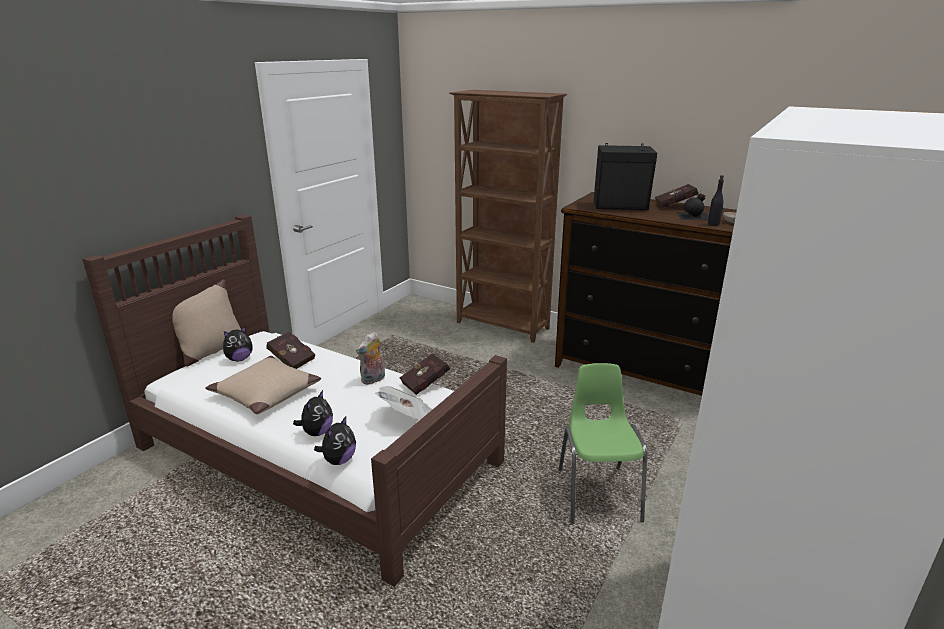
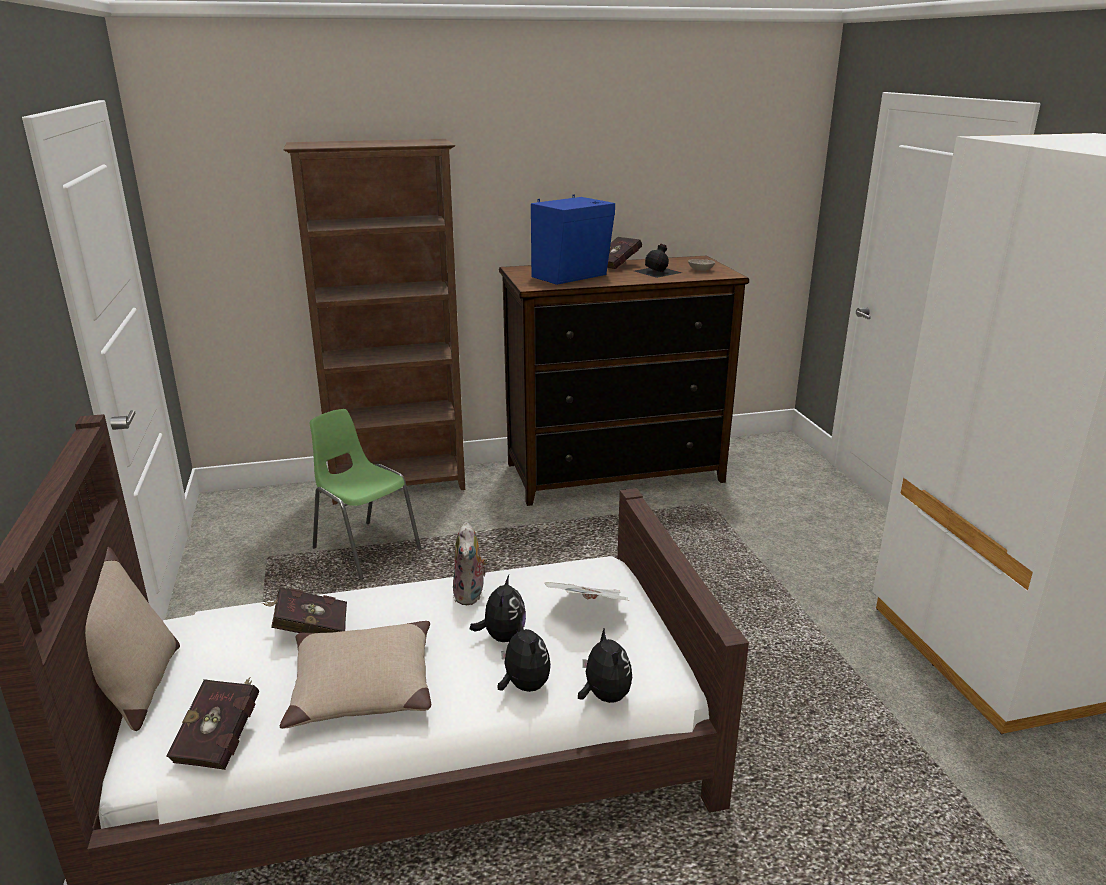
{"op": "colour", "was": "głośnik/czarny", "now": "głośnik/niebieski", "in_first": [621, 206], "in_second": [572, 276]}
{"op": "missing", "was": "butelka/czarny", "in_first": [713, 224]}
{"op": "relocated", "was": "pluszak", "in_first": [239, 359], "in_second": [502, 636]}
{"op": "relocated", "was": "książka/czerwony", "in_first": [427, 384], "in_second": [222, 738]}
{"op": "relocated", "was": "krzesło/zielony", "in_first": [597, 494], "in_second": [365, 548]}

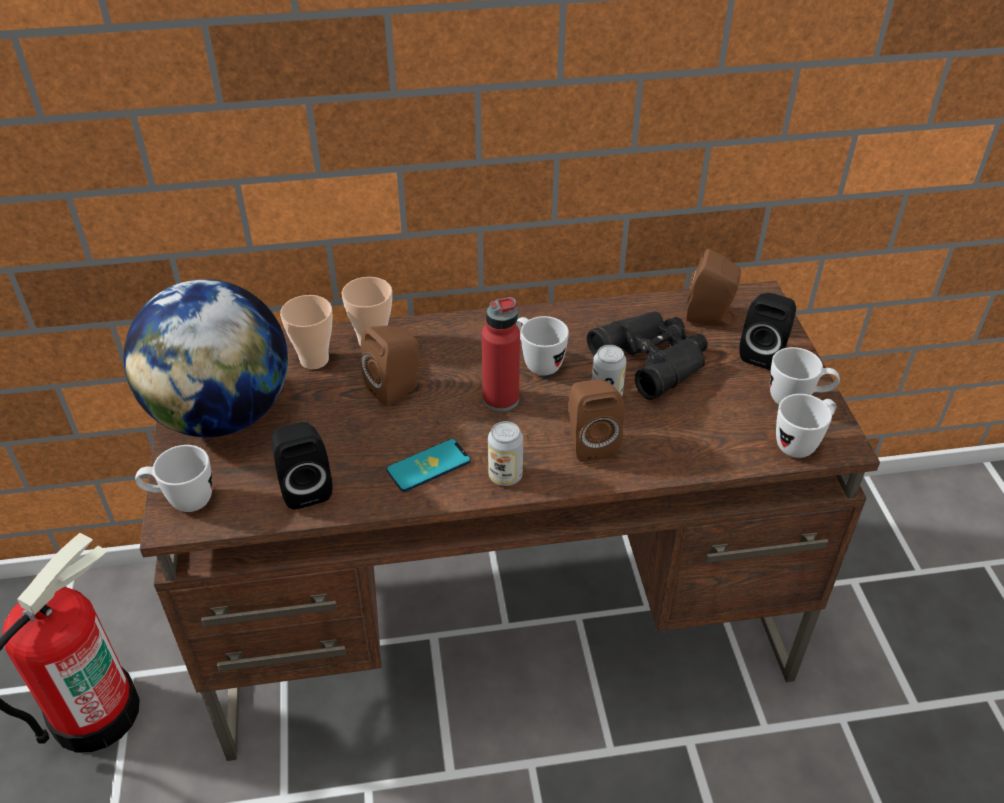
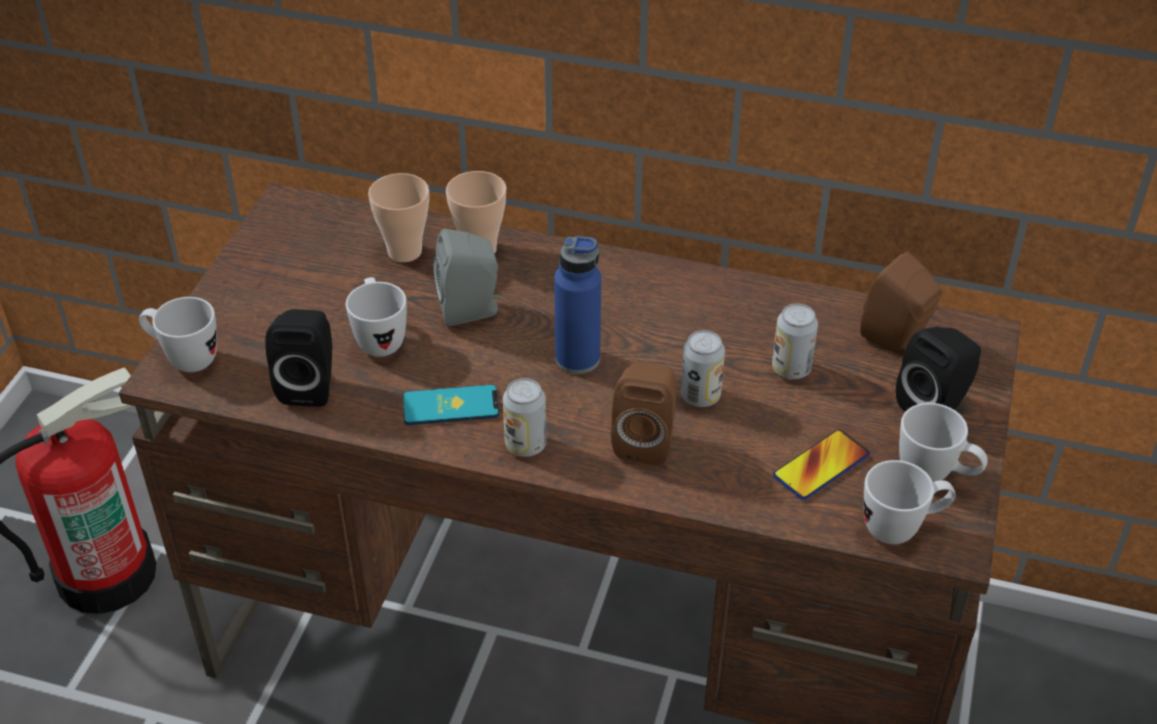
{"op": "missing", "was": "globus", "in_first": [222, 414]}
{"op": "colour", "was": "butelka/czerwony", "now": "butelka/niebieski", "in_first": [500, 399], "in_second": [577, 359]}
{"op": "exchanged", "was": "lornetka/czarny", "now": "puszka", "in_first": [654, 358], "in_second": [791, 369]}
{"op": "relocated", "was": "kubek/biały", "in_first": [537, 362], "in_second": [379, 338]}
{"op": "colour", "was": "głośnik/brązowy", "now": "głośnik/szary", "in_first": [397, 388], "in_second": [471, 310]}
{"op": "appeared", "now": "telefon", "in_second": [821, 466]}

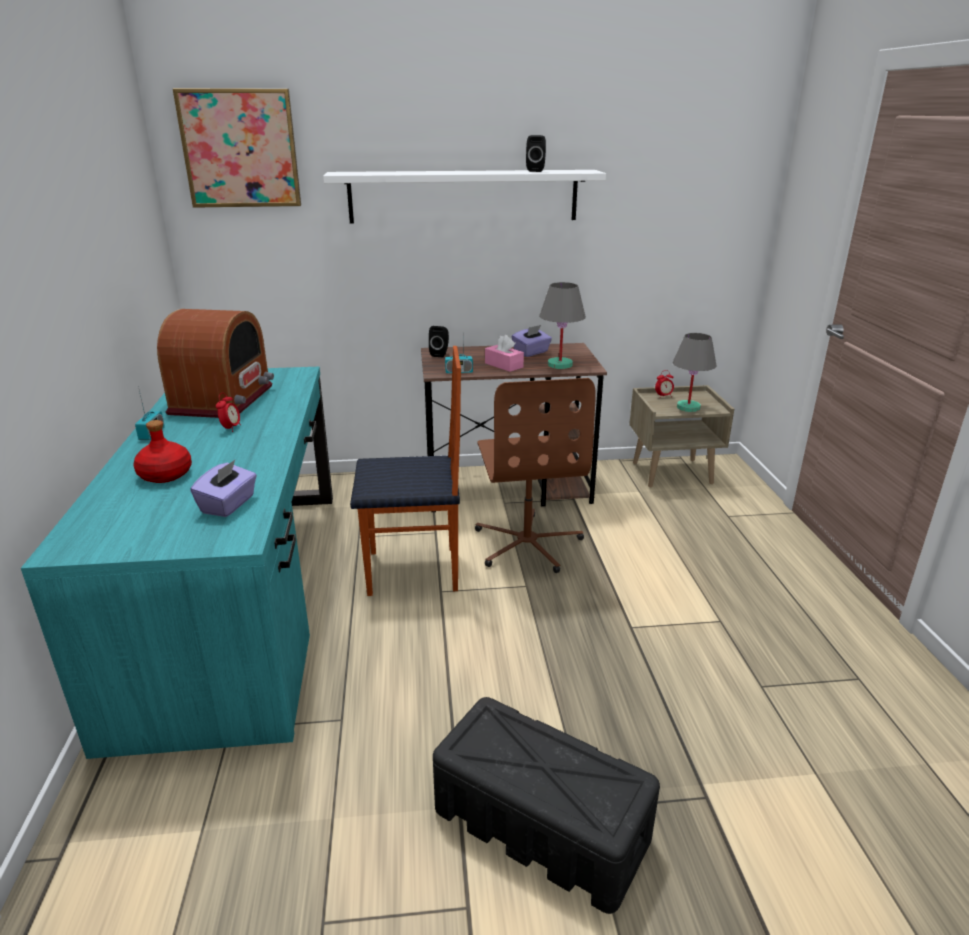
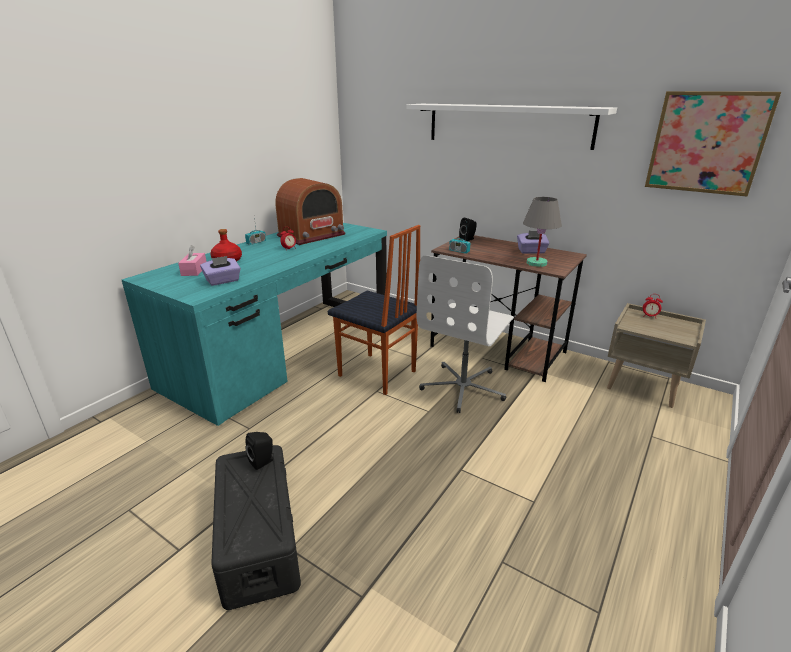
{"op": "relocated", "was": "obraz", "in_first": [240, 149], "in_second": [707, 143]}
{"op": "relocated", "was": "głośnik/czarny", "in_first": [536, 171], "in_second": [263, 461]}
{"op": "missing", "was": "lampa stołowa/szary", "in_first": [689, 407]}
{"op": "relocated", "was": "pudełko chusteczek/różowy", "in_first": [504, 365], "in_second": [194, 270]}
{"op": "colour", "was": "krzesło biurowe/brązowy", "now": "krzesło biurowe/biały", "in_first": [528, 543], "in_second": [463, 387]}

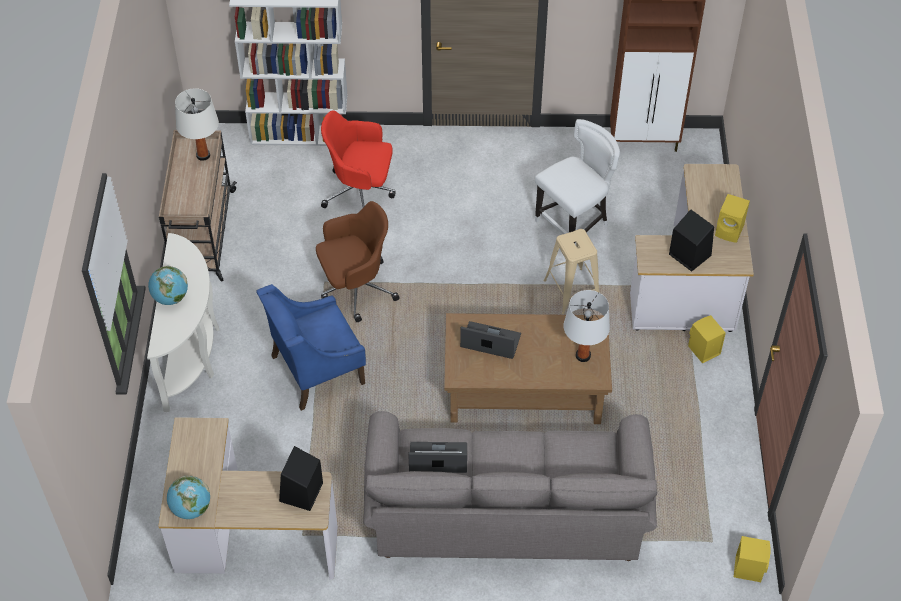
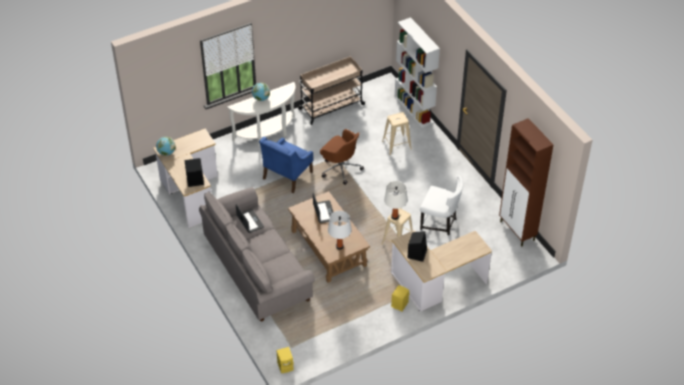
{"op": "relocated", "was": "lampa stołowa/biały", "in_first": [203, 155], "in_second": [394, 216]}
{"op": "exchanged", "was": "krzesło biurowe/czerwony", "now": "stołek/beżowy", "in_first": [361, 193], "in_second": [396, 145]}
{"op": "missing", "was": "głośnik/żółty", "in_first": [730, 231]}
{"op": "spun", "was": "fotel/niebieski", "in_first": [316, 370], "in_second": [287, 175], "clockwise": -90}

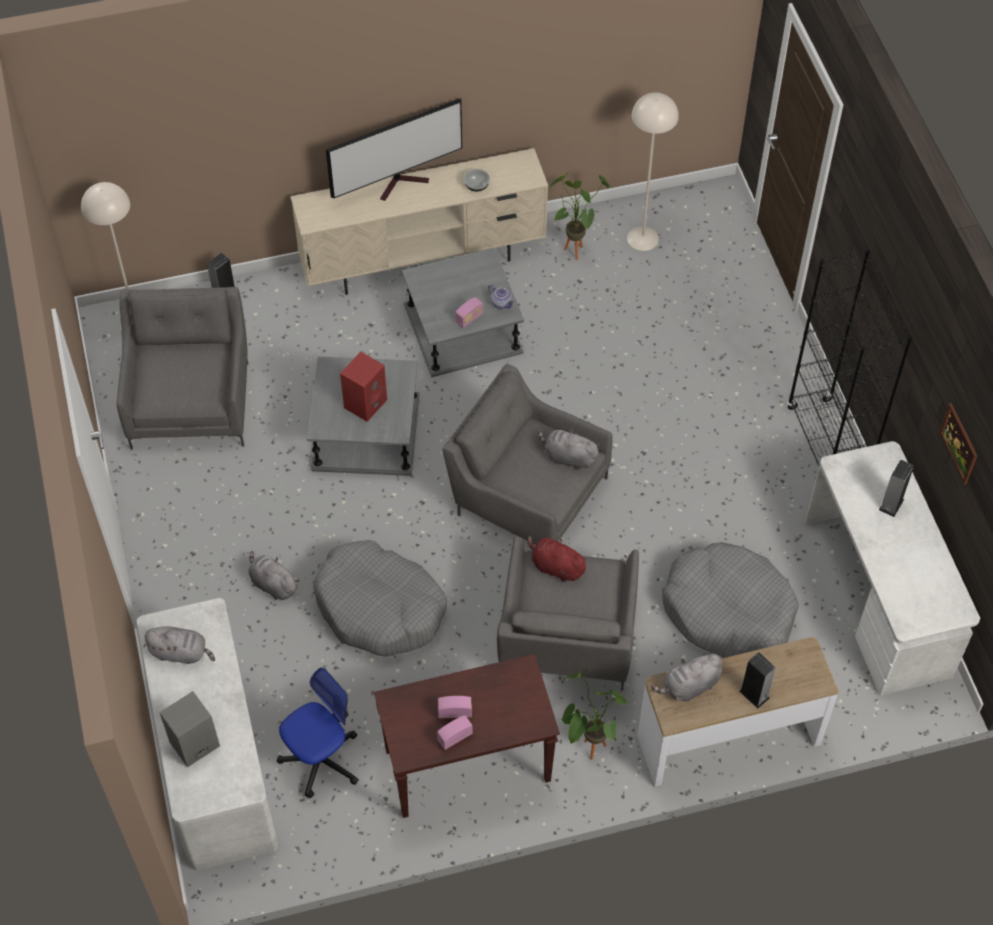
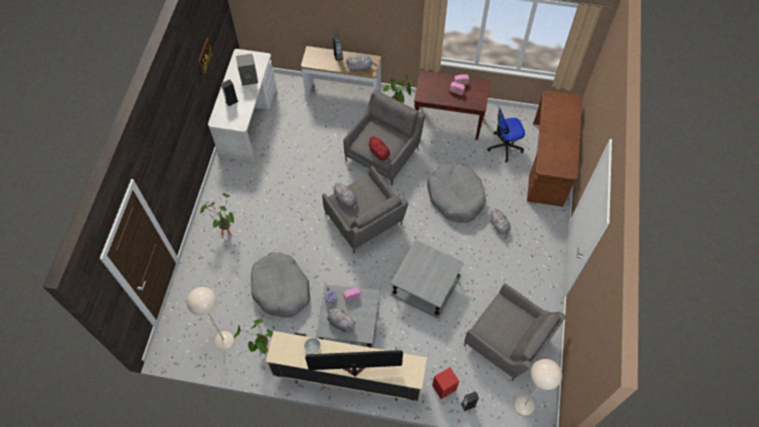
{"op": "missing", "was": "regał/czarny", "in_first": [827, 445]}
{"op": "spun", "was": "fotel/szary", "in_first": [191, 400], "in_second": [508, 341], "clockwise": -75}
{"op": "relocated", "was": "głośnik/czerwony", "in_first": [365, 403], "in_second": [444, 388]}
{"op": "relocated", "was": "legowisko/szary", "in_first": [728, 611], "in_second": [281, 289]}
{"op": "colour", "was": "biurko/biały", "now": "biurko/brązowy", "in_first": [214, 759], "in_second": [548, 163]}
{"op": "relocated", "was": "pluszak/szary", "in_first": [181, 652], "in_second": [340, 322]}
{"op": "relocated", "was": "głośnik/szary", "in_first": [194, 745], "in_second": [249, 78]}
{"op": "appeared", "now": "roślina doniczkowa", "in_second": [226, 230]}

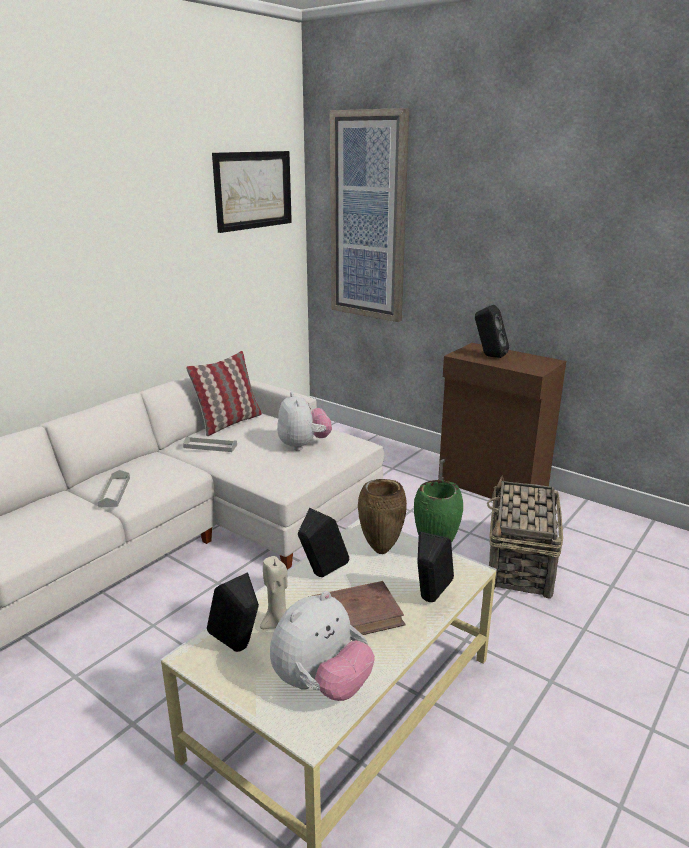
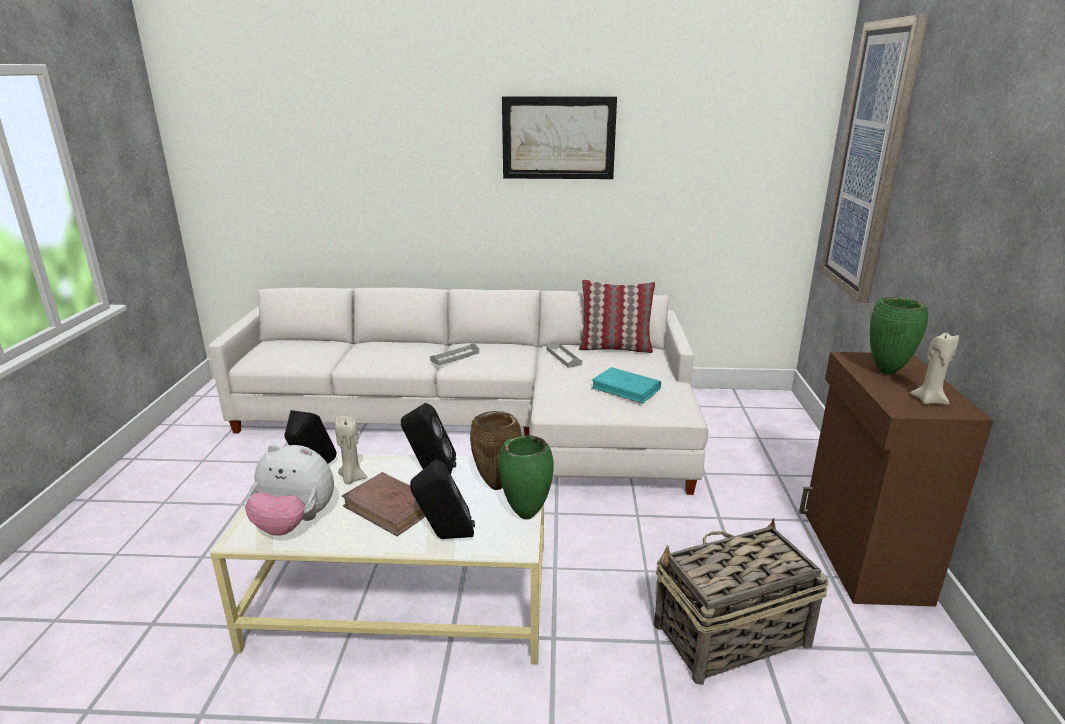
{"op": "relocated", "was": "obraz", "in_first": [253, 190], "in_second": [558, 138]}
{"op": "exchanged", "was": "głośnik/czarny", "now": "wazon/zielony", "in_first": [488, 356], "in_second": [887, 372]}
{"op": "exchanged", "was": "pluszak", "now": "książka/turkusowy", "in_first": [303, 445], "in_second": [626, 388]}
{"op": "appeared", "now": "świeca/beżowy", "in_second": [929, 400]}

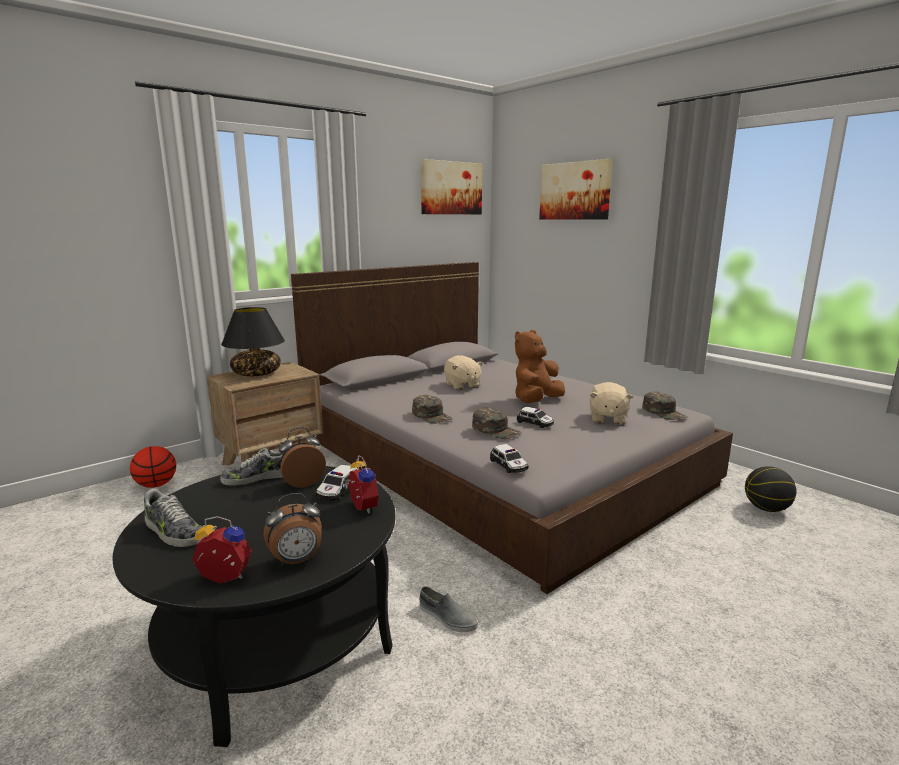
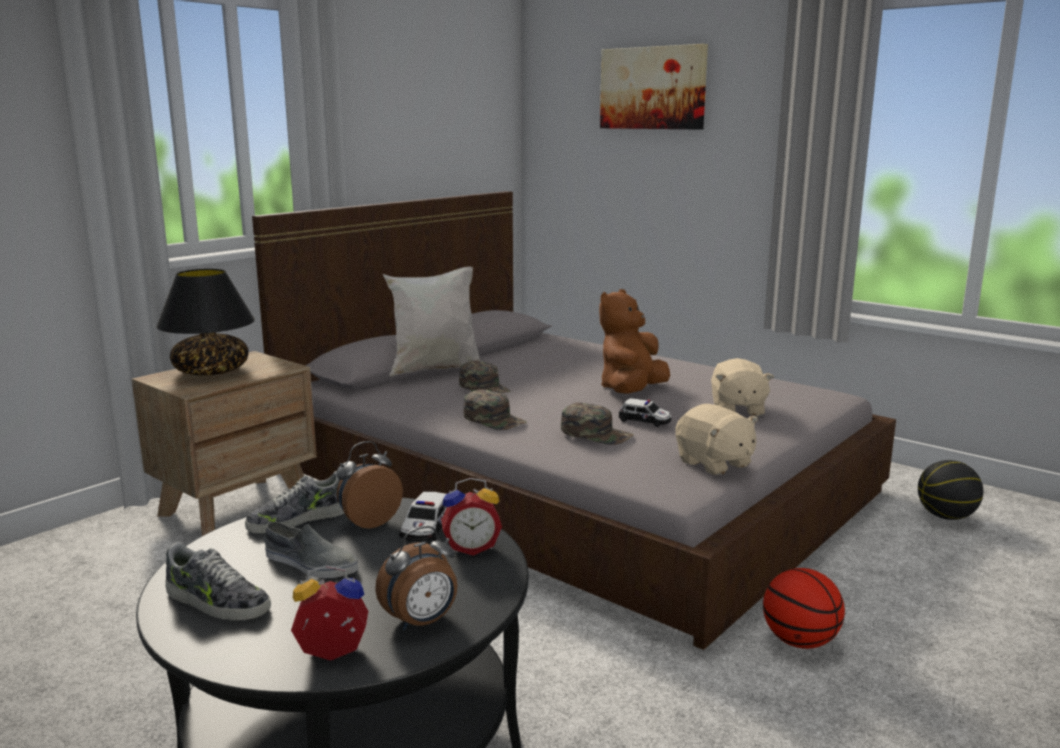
{"op": "missing", "was": "obraz", "in_first": [451, 188]}
{"op": "relocated", "was": "pluszak/beżowy", "in_first": [462, 385], "in_second": [714, 463]}
{"op": "relocated", "was": "czapka z daszkiem/zielony", "in_first": [664, 412], "in_second": [484, 388]}
{"op": "missing", "was": "samochodzik", "in_first": [509, 465]}
{"op": "relocated", "was": "piłka do koszykówki", "in_first": [156, 485], "in_second": [799, 641]}
{"op": "spun", "was": "budzik", "in_first": [361, 508], "in_second": [471, 548], "clockwise": 120}
{"op": "relocated", "was": "but/szary", "in_first": [447, 617], "in_second": [310, 563]}
{"op": "appeared", "now": "poduszka/biały", "in_second": [436, 371]}

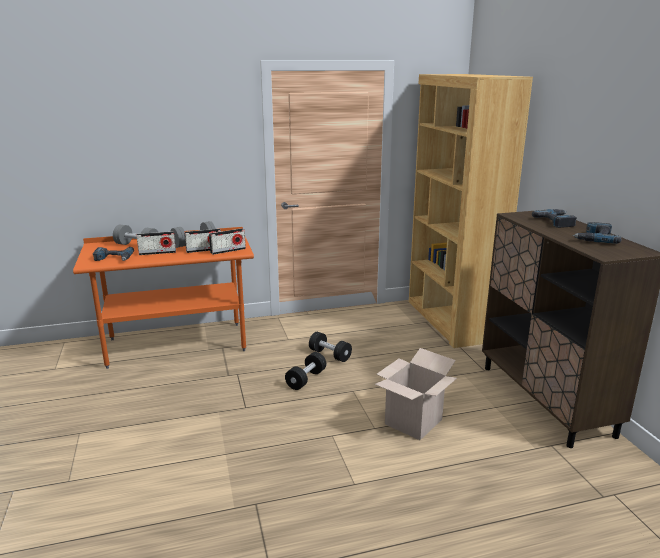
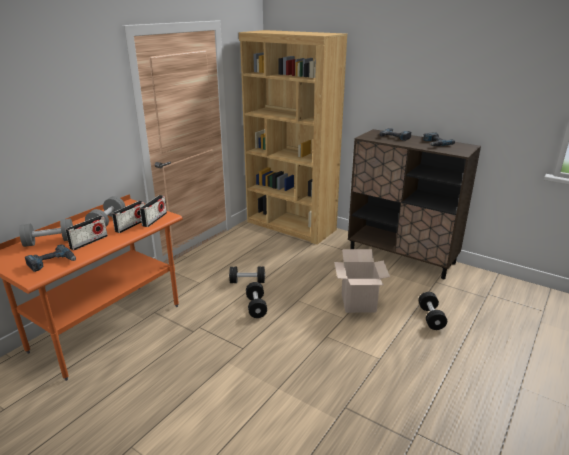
{"op": "appeared", "now": "hantel/czarny", "in_second": [431, 318]}

